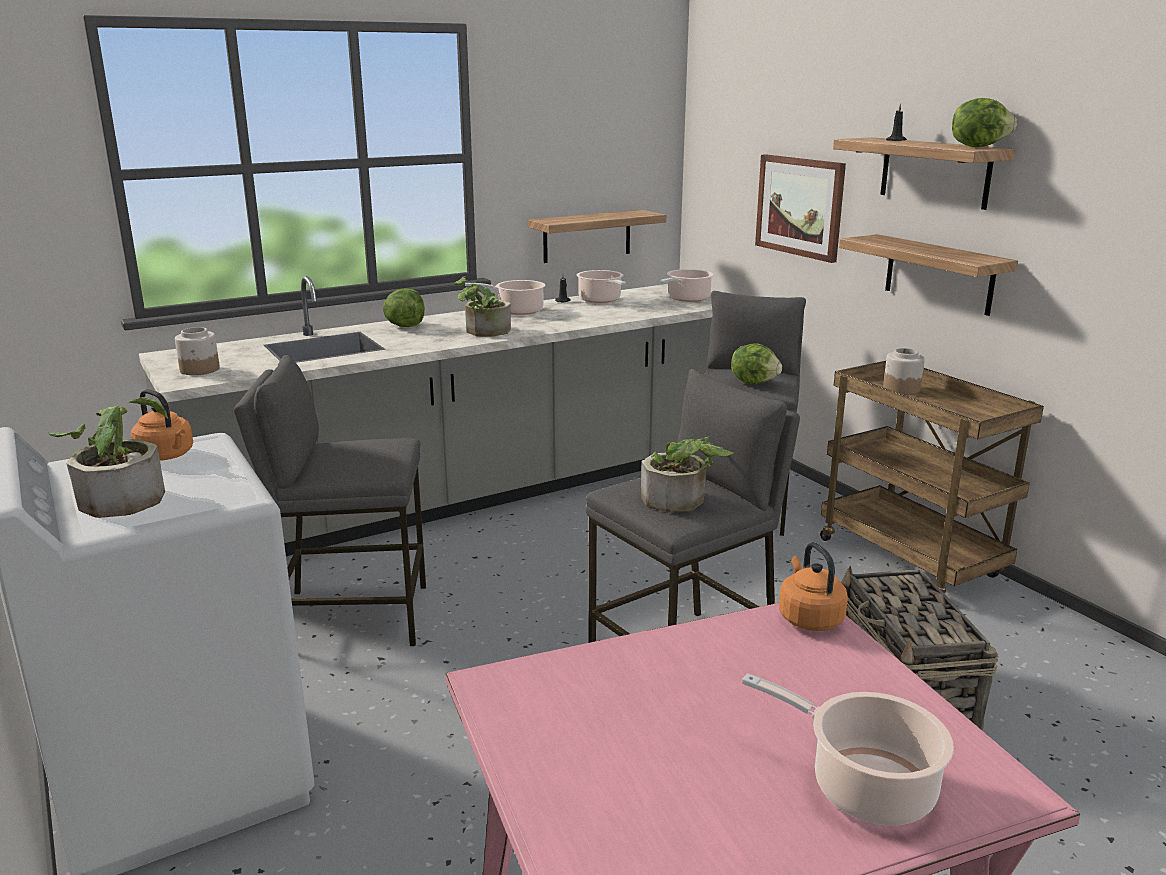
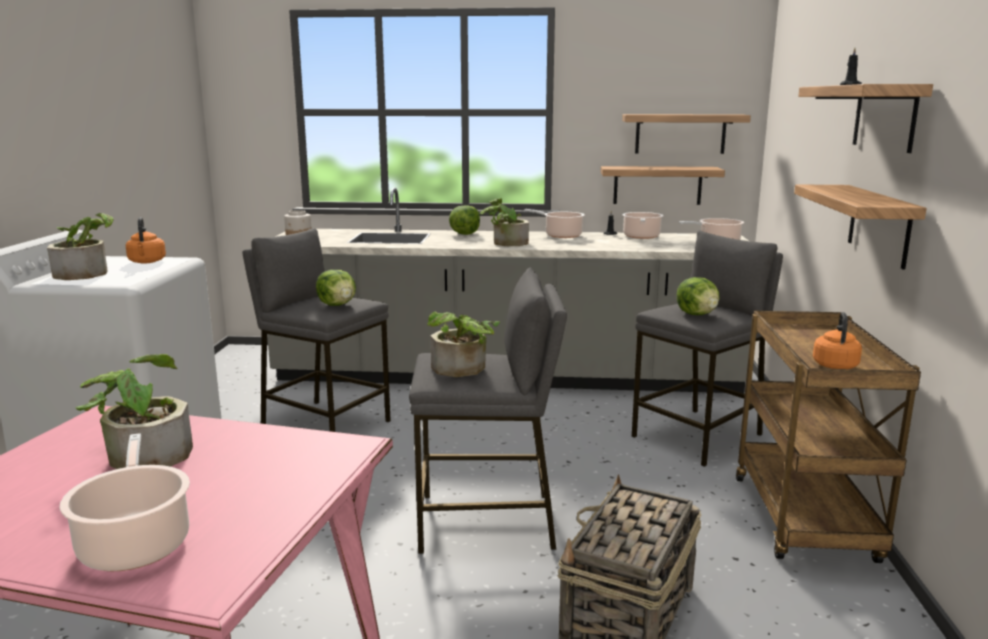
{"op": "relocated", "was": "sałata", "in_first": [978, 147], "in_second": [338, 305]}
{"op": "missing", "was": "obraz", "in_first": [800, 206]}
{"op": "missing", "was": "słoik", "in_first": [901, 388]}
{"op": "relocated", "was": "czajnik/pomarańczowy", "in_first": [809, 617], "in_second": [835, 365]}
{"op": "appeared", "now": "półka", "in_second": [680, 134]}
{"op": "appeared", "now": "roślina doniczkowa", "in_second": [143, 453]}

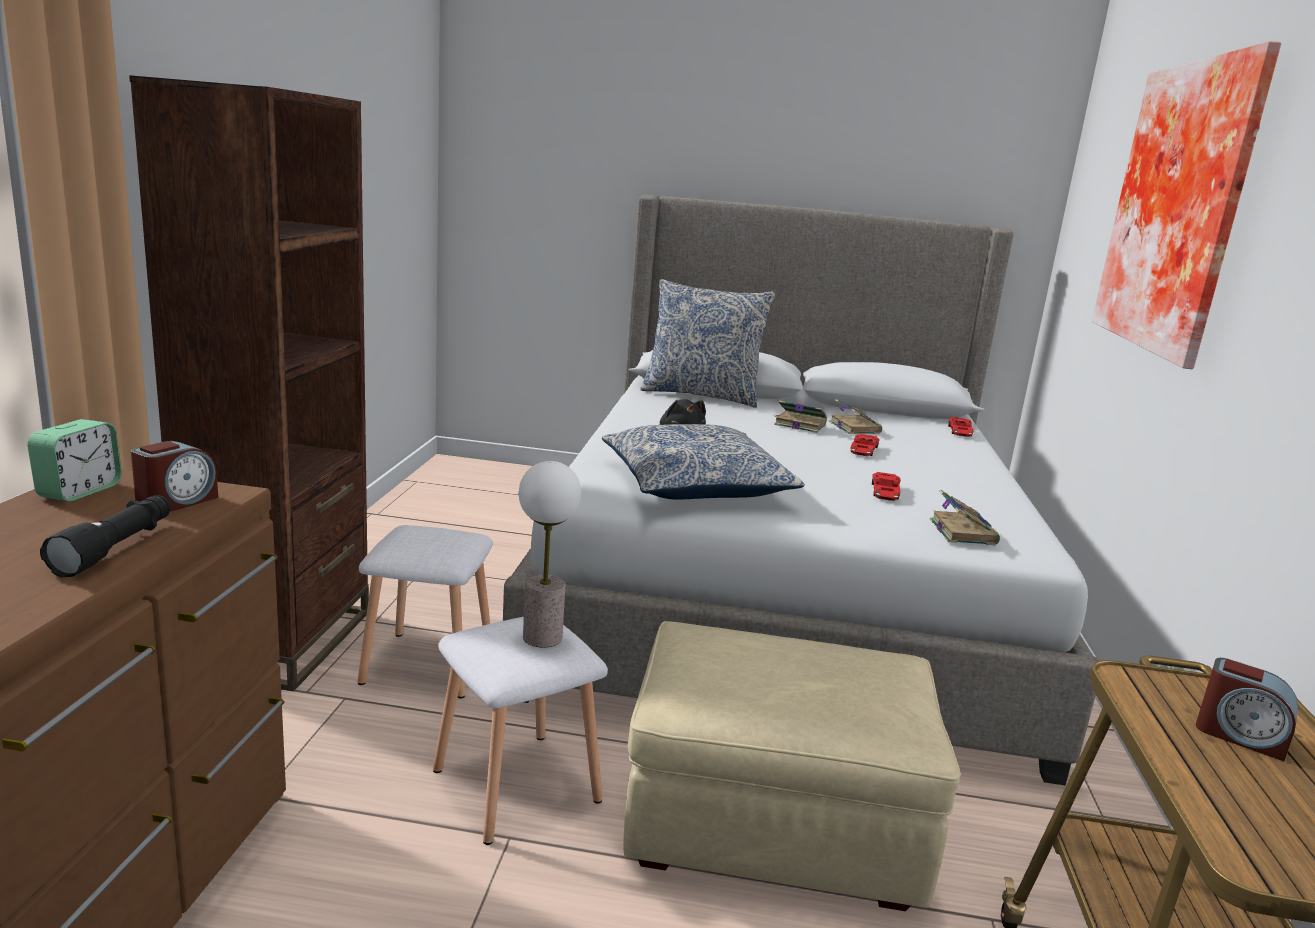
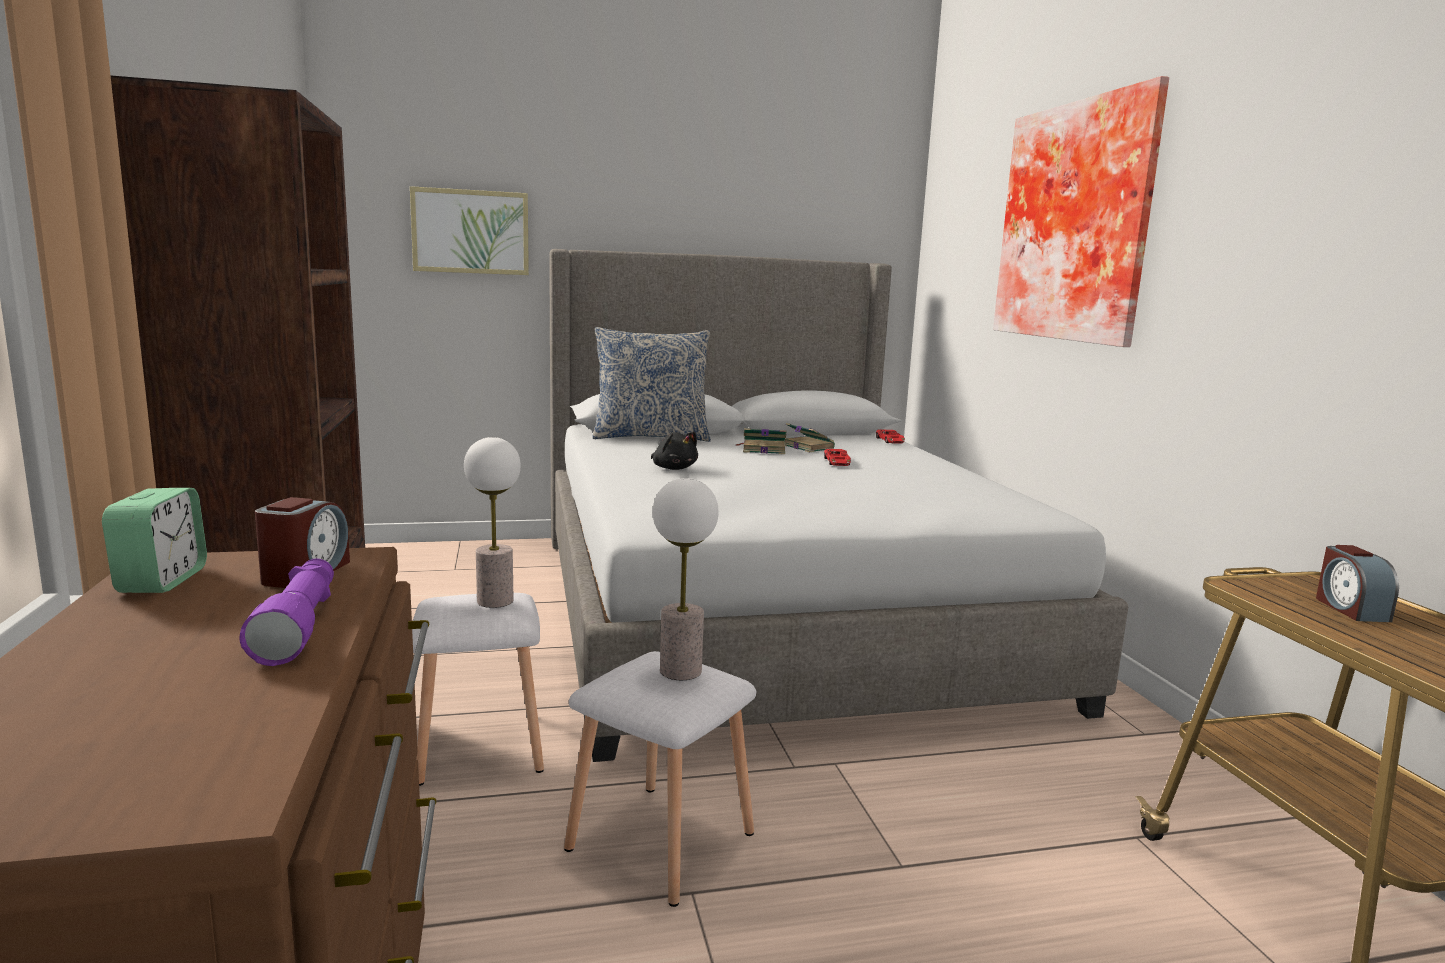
{"op": "missing", "was": "poduszka", "in_first": [695, 484]}
{"op": "missing", "was": "samochodzik/czerwony", "in_first": [885, 492]}
{"op": "missing", "was": "książka", "in_first": [962, 531]}
{"op": "colour", "was": "latarka/czarny", "now": "latarka/fioletowy", "in_first": [117, 548], "in_second": [300, 626]}
{"op": "missing", "was": "pufa/beżowy", "in_first": [773, 825]}
{"op": "spun", "was": "budzik", "in_first": [1240, 736], "in_second": [1350, 609], "clockwise": 75}
{"op": "appeared", "now": "obraz", "in_second": [470, 232]}
{"op": "appeared", "now": "lampa stołowa", "in_second": [495, 601]}

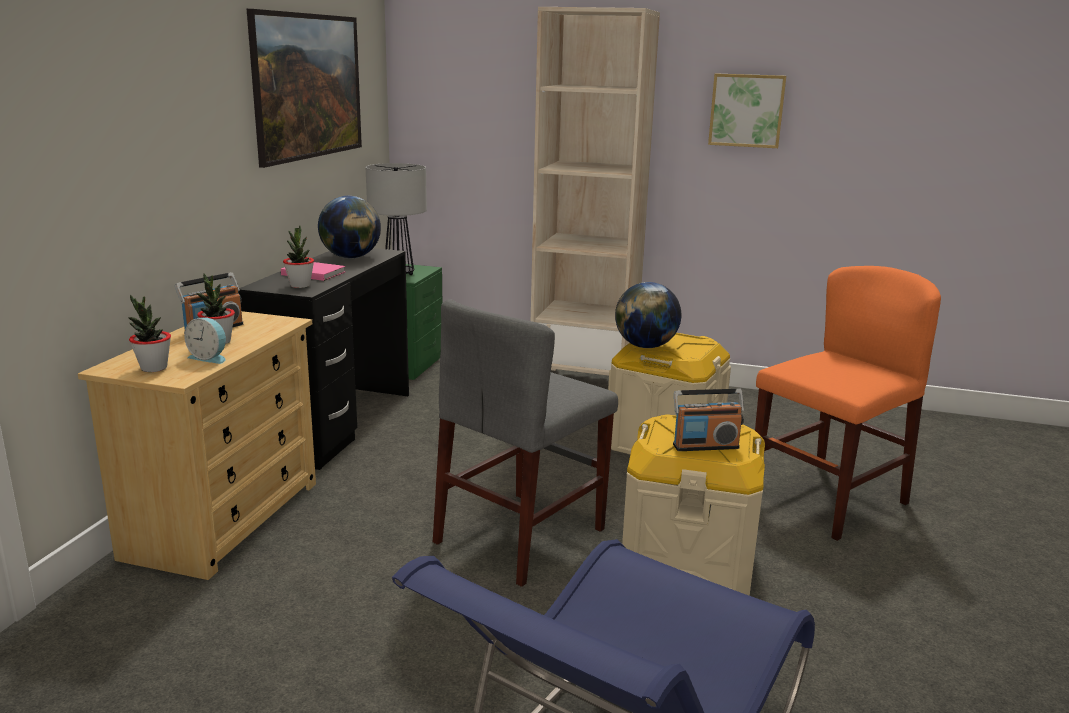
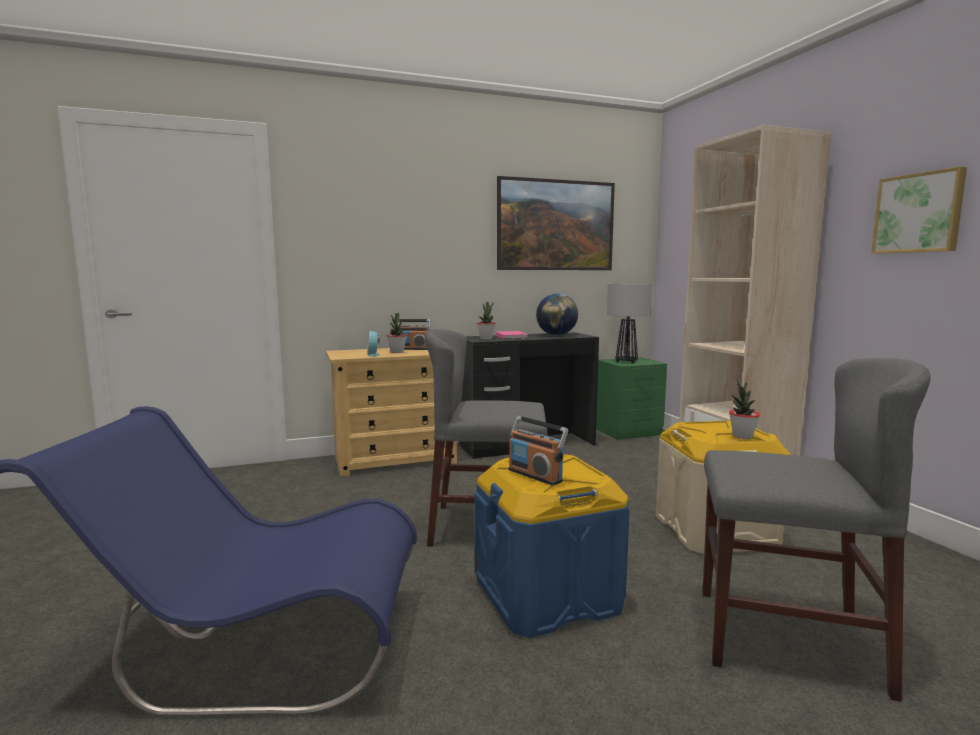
{"op": "colour", "was": "krzesło/pomarańczowy", "now": "krzesło/szary", "in_first": [827, 500], "in_second": [786, 639]}
{"op": "missing", "was": "globus", "in_first": [645, 346]}
{"op": "relocated", "was": "roślina doniczkowa", "in_first": [153, 368], "in_second": [742, 436]}
{"op": "colour", "was": "pojemnik do przechowywania/beżowy", "now": "pojemnik do przechowywania/niebieski", "in_first": [687, 560], "in_second": [547, 594]}

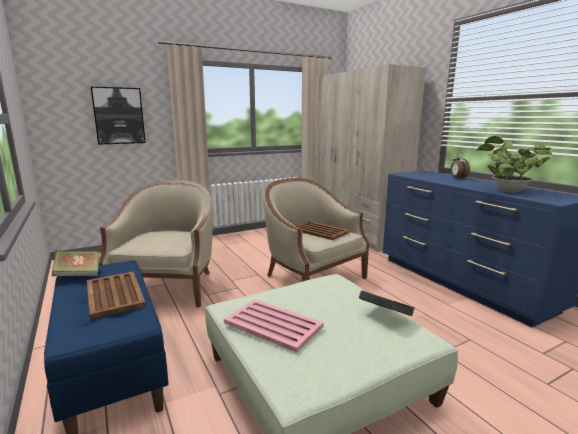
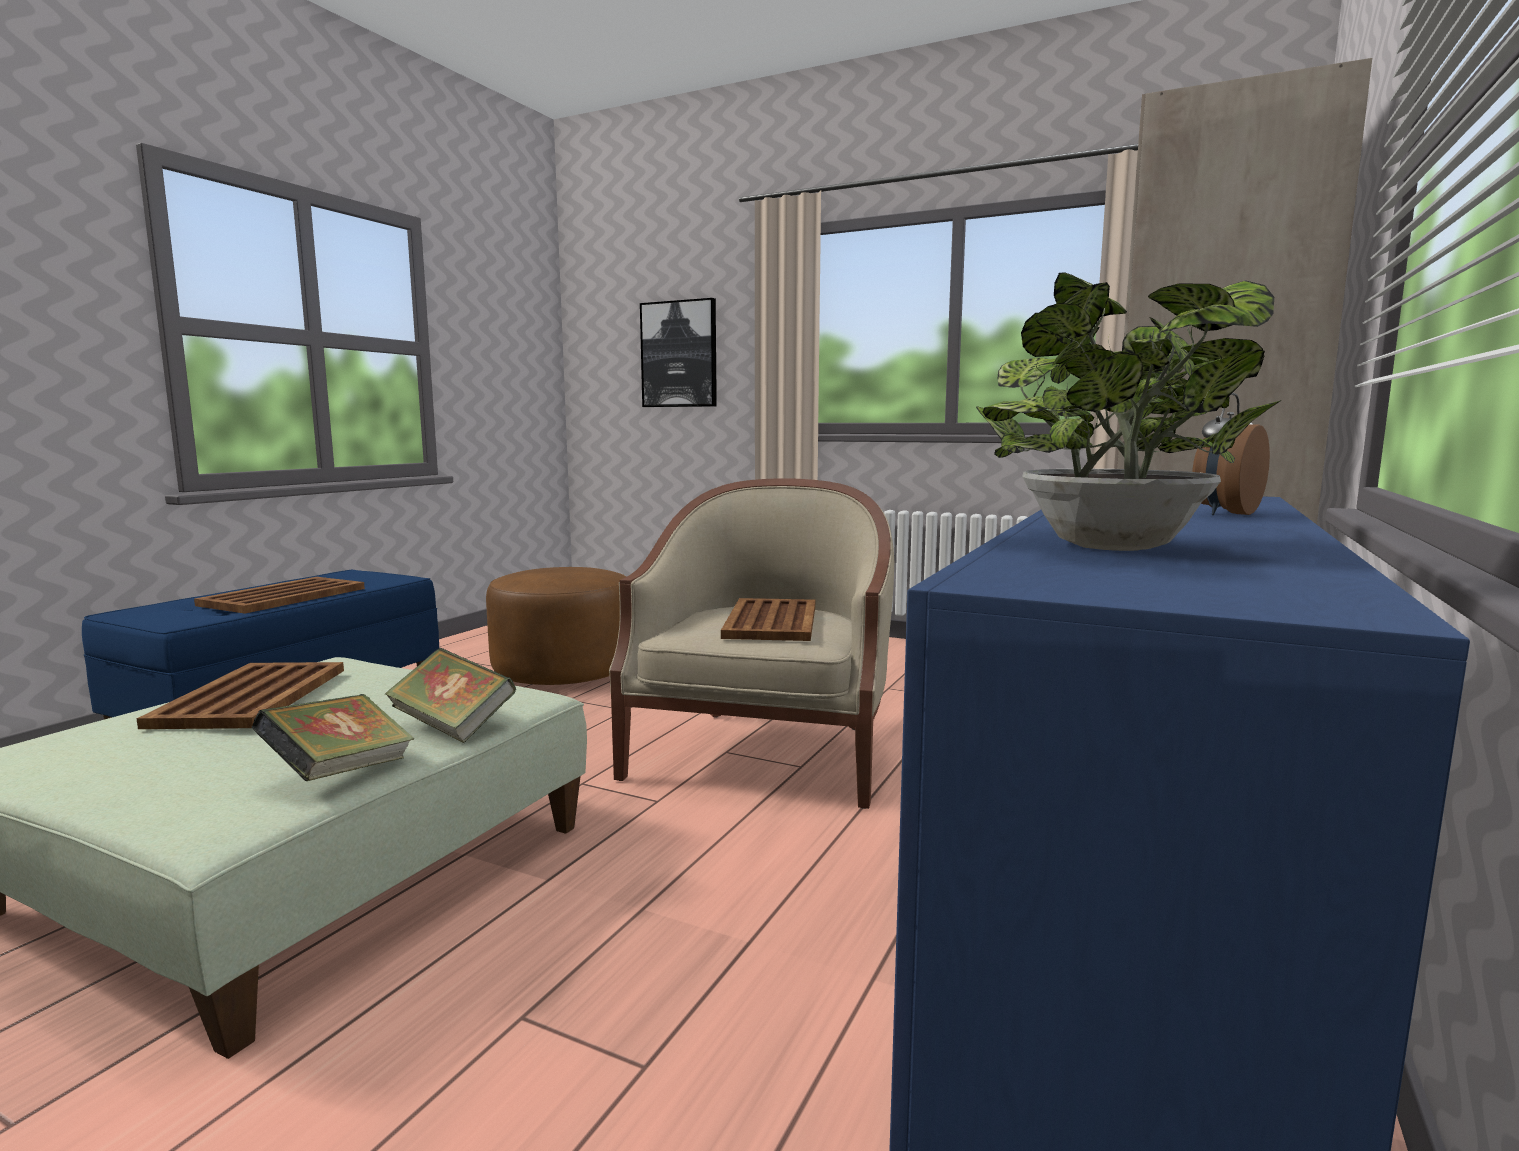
{"op": "exchanged", "was": "fotel/beżowy", "now": "pufa/brązowy", "in_first": [168, 287], "in_second": [564, 671]}
{"op": "relocated", "was": "książka", "in_first": [79, 275], "in_second": [453, 726]}
{"op": "colour", "was": "taca/różowy", "now": "taca/brązowy", "in_first": [272, 324], "in_second": [253, 696]}

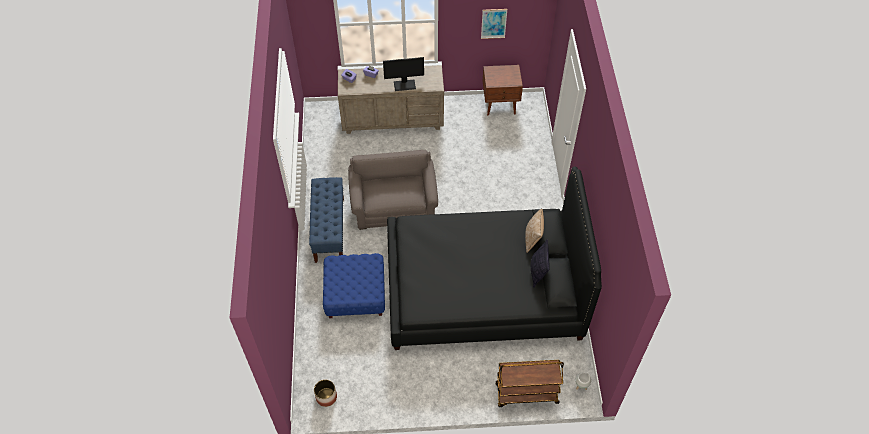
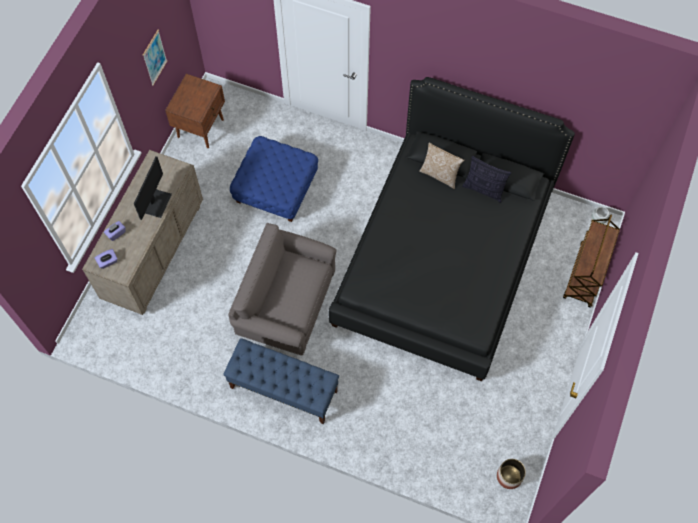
{"op": "relocated", "was": "pufa/niebieski", "in_first": [355, 294], "in_second": [276, 187]}

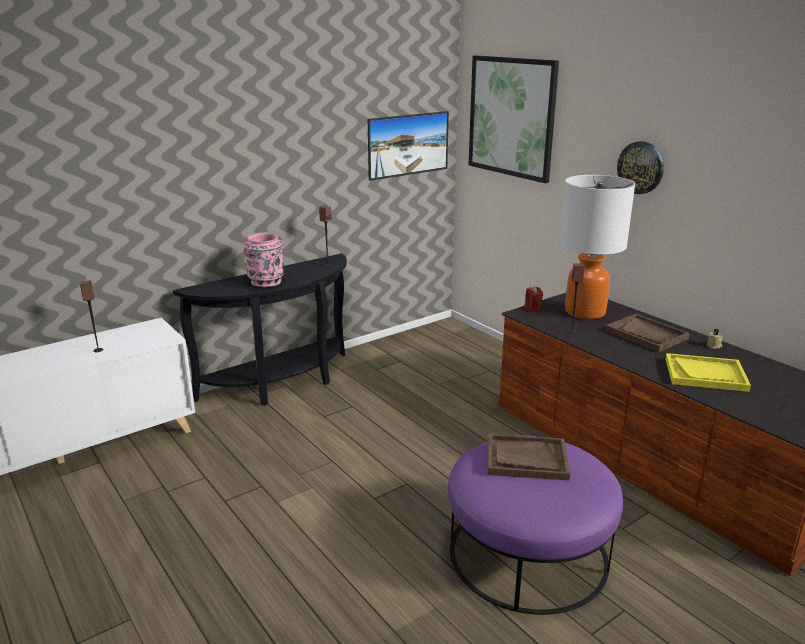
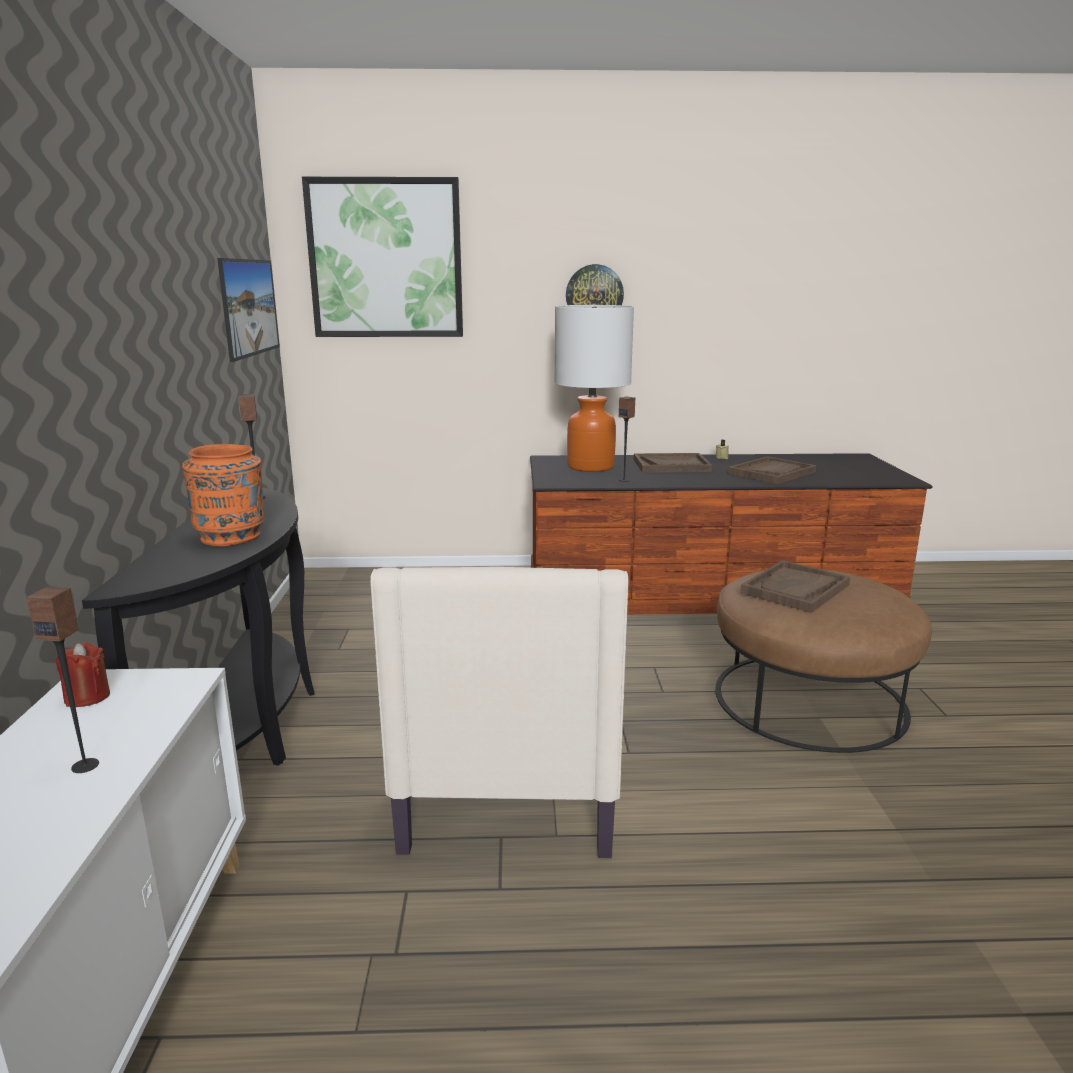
{"op": "colour", "was": "wazon/różowy", "now": "wazon/pomarańczowy", "in_first": [266, 282], "in_second": [231, 537]}
{"op": "relocated", "was": "świeca/czerwony", "in_first": [532, 308], "in_second": [87, 697]}
{"op": "colour", "was": "taca/żółty", "now": "taca/brązowy", "in_first": [705, 374], "in_second": [771, 473]}
{"op": "colour", "was": "pufa/fioletowy", "now": "pufa/brązowy", "in_first": [528, 553], "in_second": [809, 699]}
{"op": "appeared", "now": "fotel/beżowy", "in_second": [511, 776]}

